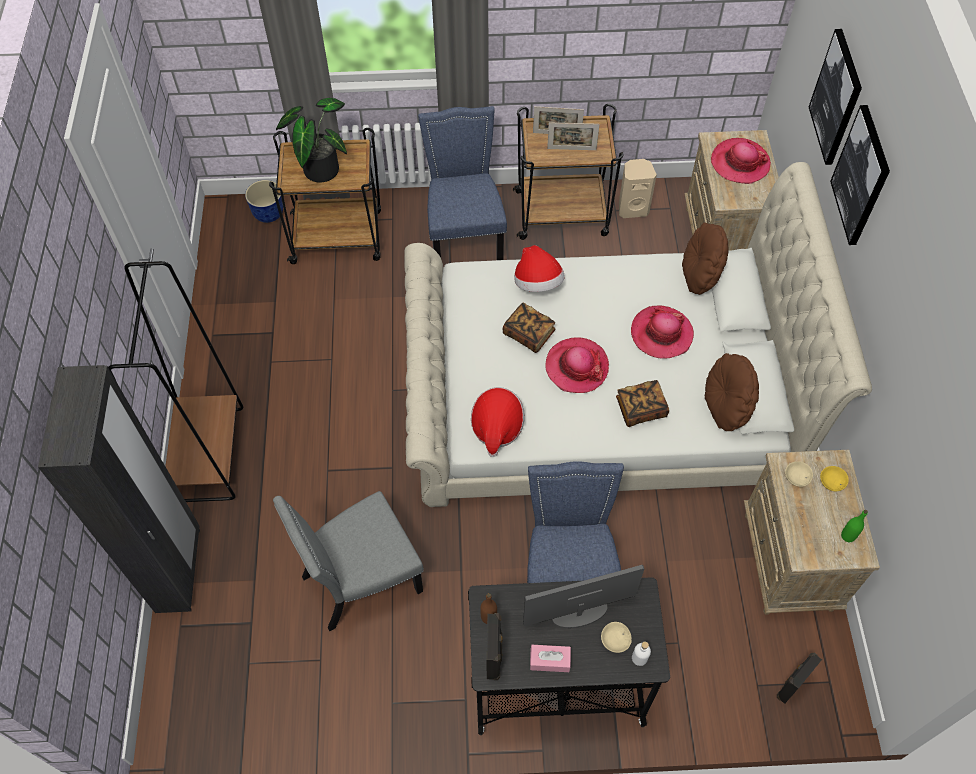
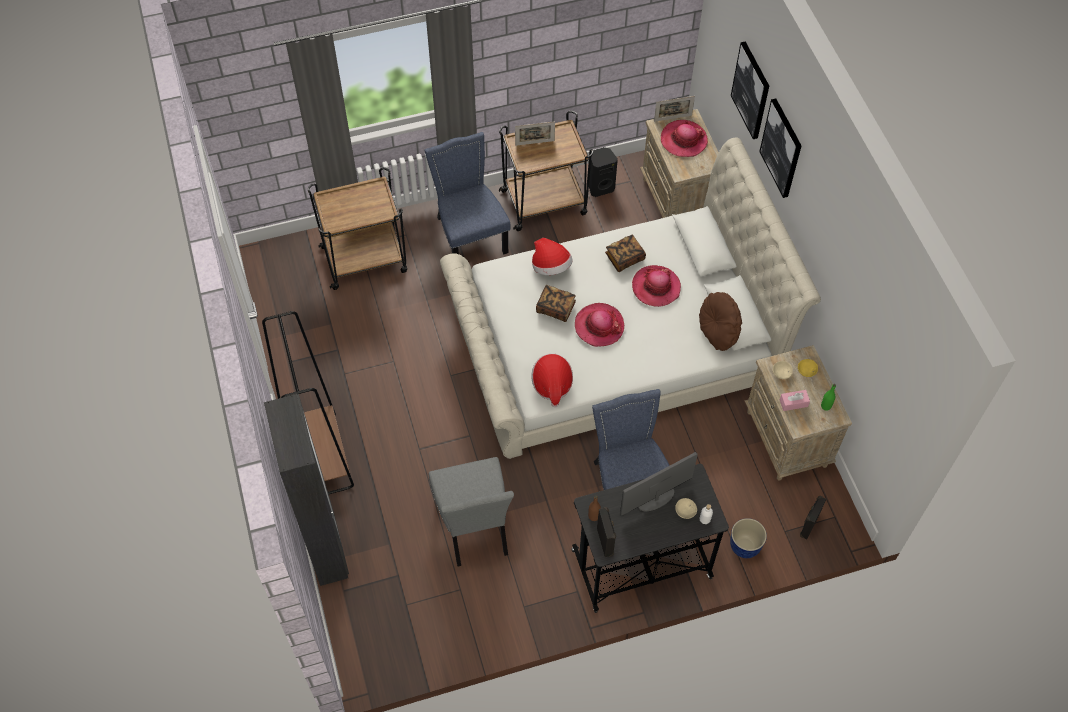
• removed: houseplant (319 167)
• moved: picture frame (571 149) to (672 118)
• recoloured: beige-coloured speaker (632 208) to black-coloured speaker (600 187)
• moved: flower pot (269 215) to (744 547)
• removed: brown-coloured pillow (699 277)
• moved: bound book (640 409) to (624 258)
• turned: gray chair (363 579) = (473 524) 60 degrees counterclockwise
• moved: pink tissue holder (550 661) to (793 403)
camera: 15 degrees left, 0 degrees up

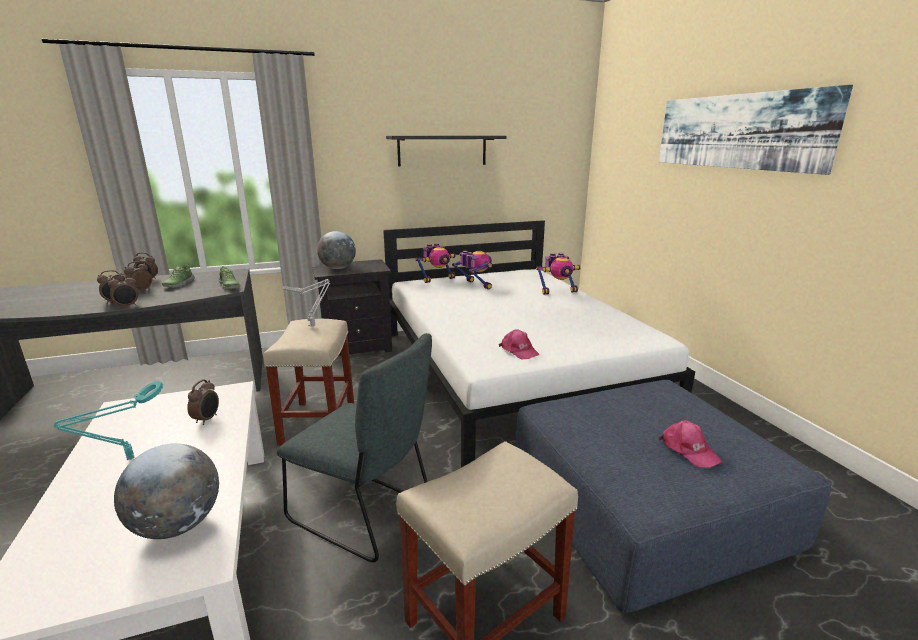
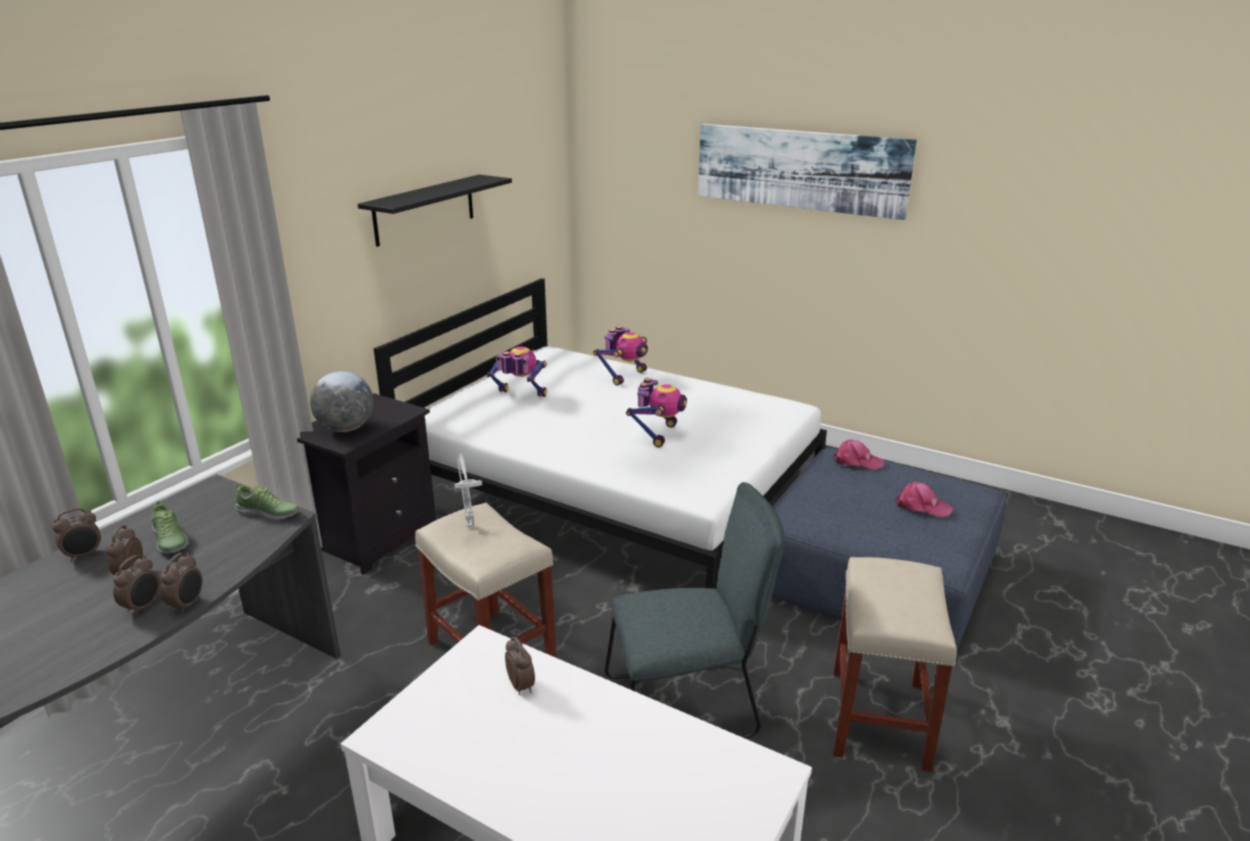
• moved: robot figure (437 279) to (657 434)
• moved: pink baseball cap (519 350) to (857 461)
• removed: turquoise lamp for a table (127 459)
• removed: world globe (178 525)
camera: 40 degrees left, 5 degrees up

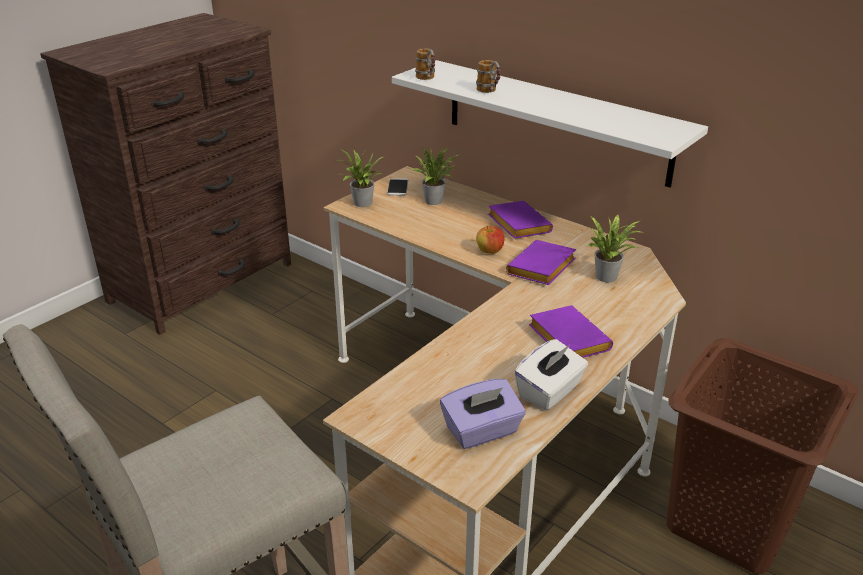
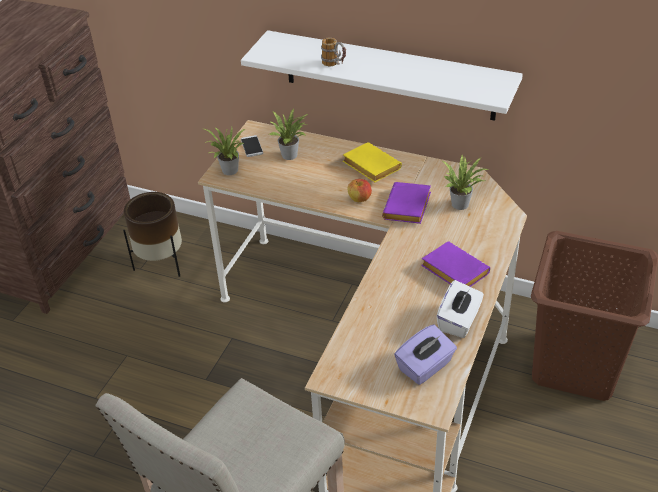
• removed: mug (427 79)
• recoloured: purple-coloured bound book (516 224) to yellow bound book (369 166)
• added: brown-coloured flower pot (161 263)
camera: 15 degrees left, 10 degrees up

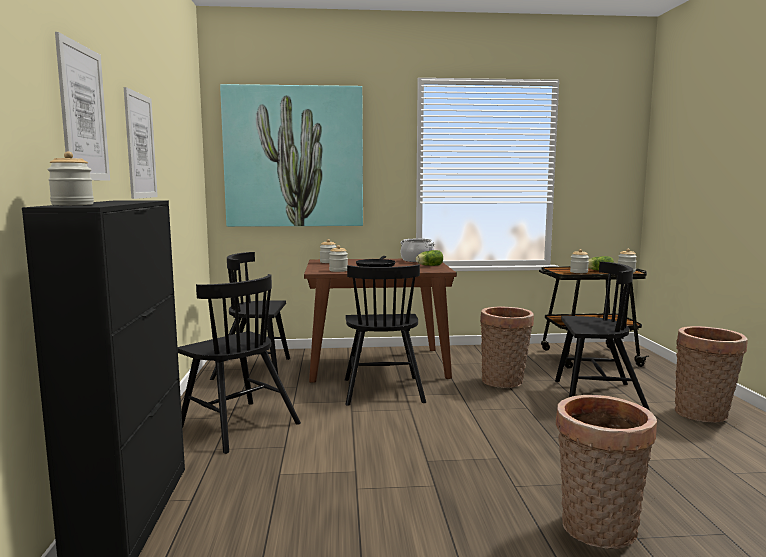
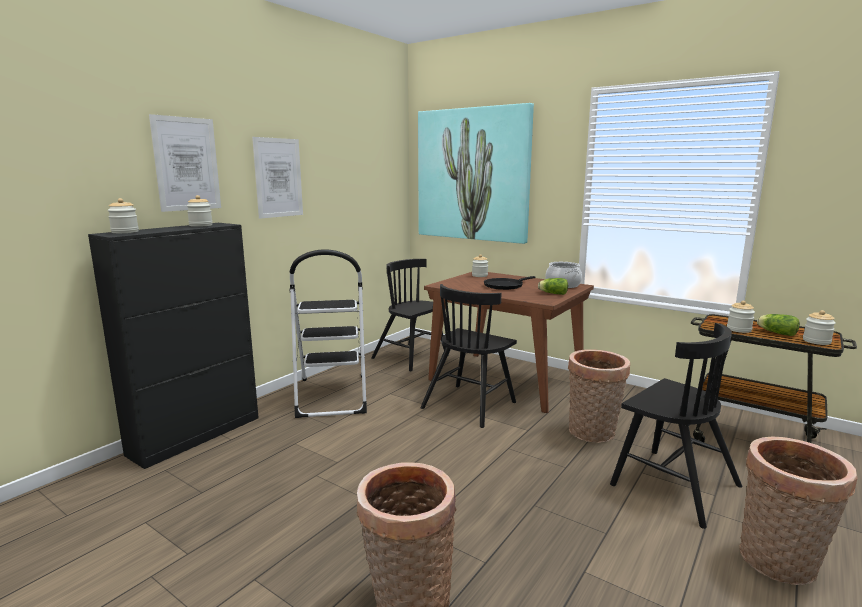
• moved: jar (338 270) to (200 225)
• replaced: black-coloured chair (235 423) to stepladder (331 397)
camera: 40 degrees right, 5 degrees up

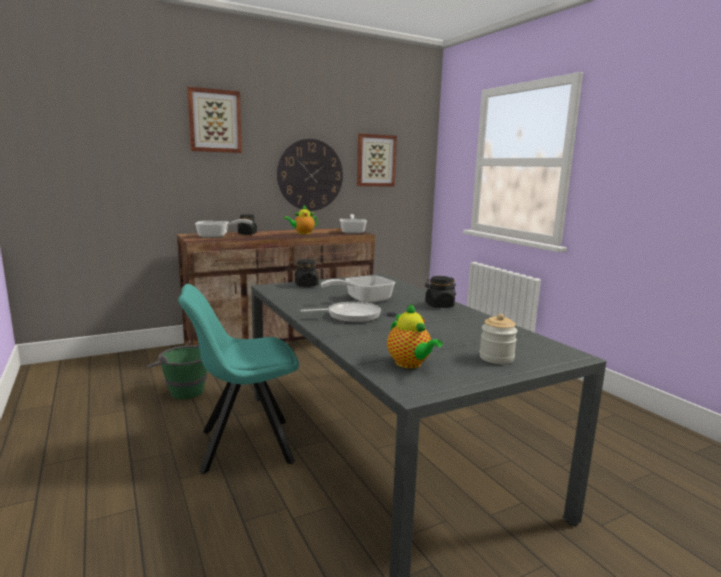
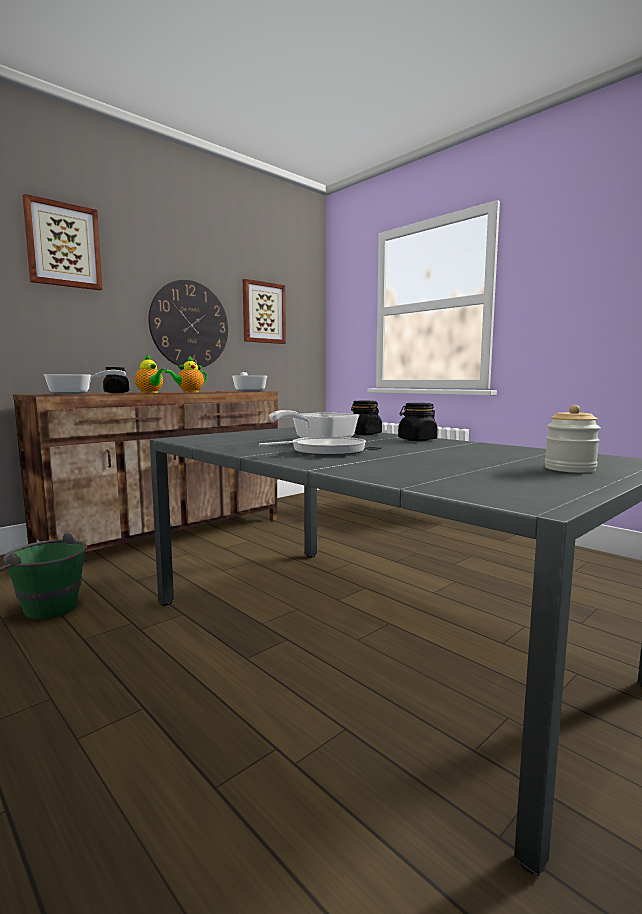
• moved: black-coloured jar (306 285) to (364 434)
• removed: turquoise chair (245 446)
• moved: tea pot (410 364) to (150 392)
camera: 15 degrees left, 5 degrees down

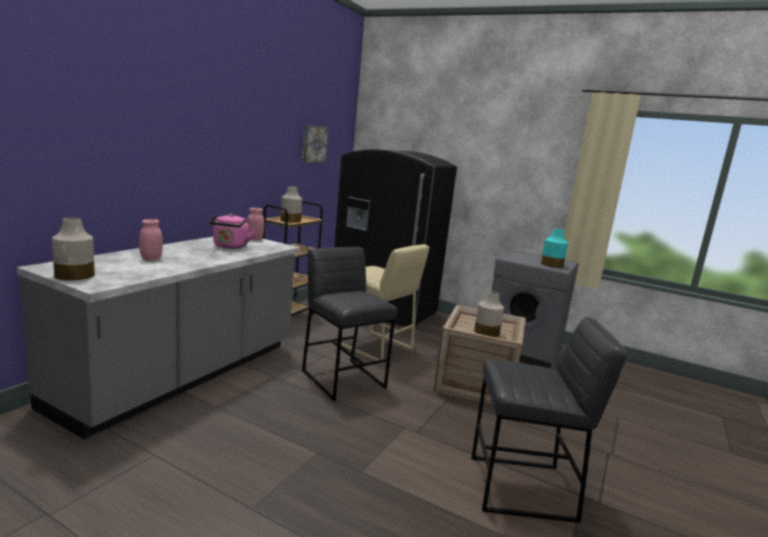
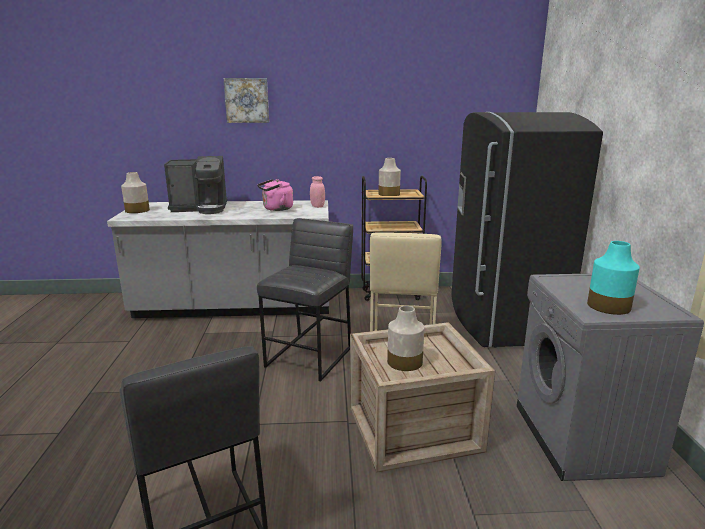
• moved: picture (313 144) to (247 100)
• replaced: pink jar (151 259) to coffee maker (200 208)
camera: 60 degrees right, 5 degrees up

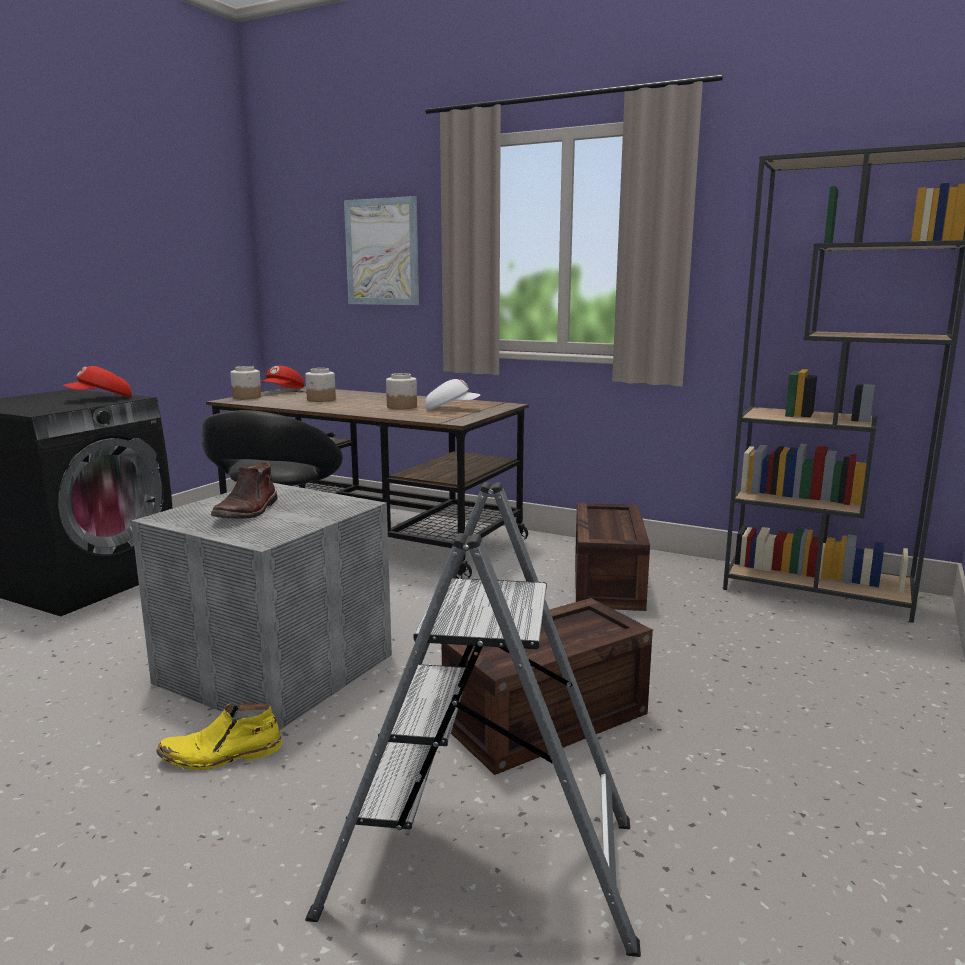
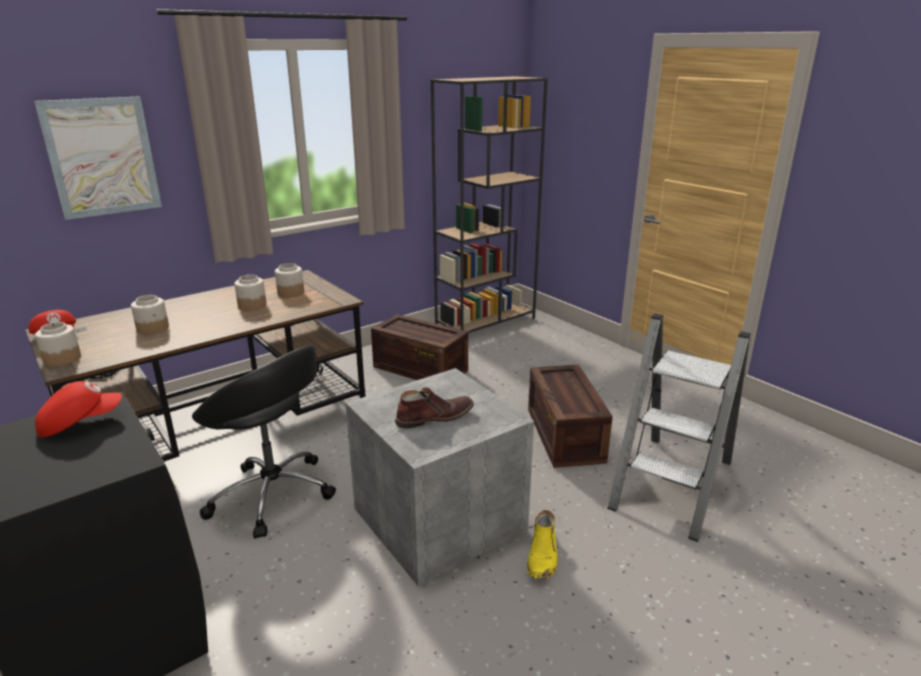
• turned: red-coloured baseball cap (101 399) = (80 423) 105 degrees counterclockwise
• replaced: white baseball cap (451 409) to jar (290 293)
• turned: brown-coloured high-top boot (248 511) = (434 417) 60 degrees counterclockwise
camera: 65 degrees left, 10 degrees up

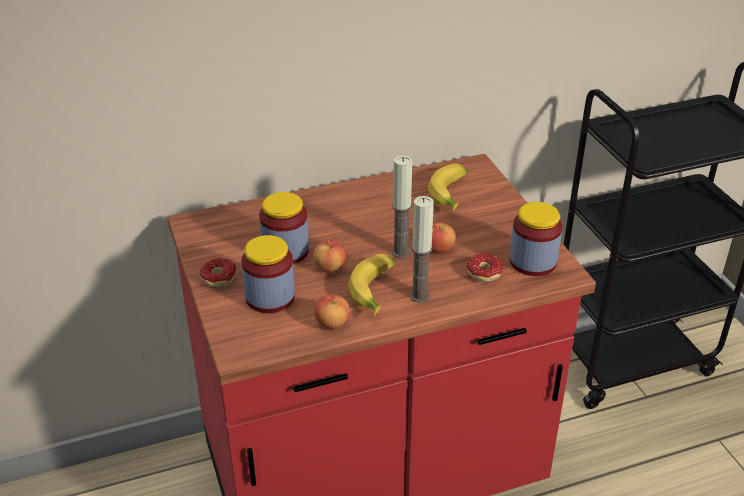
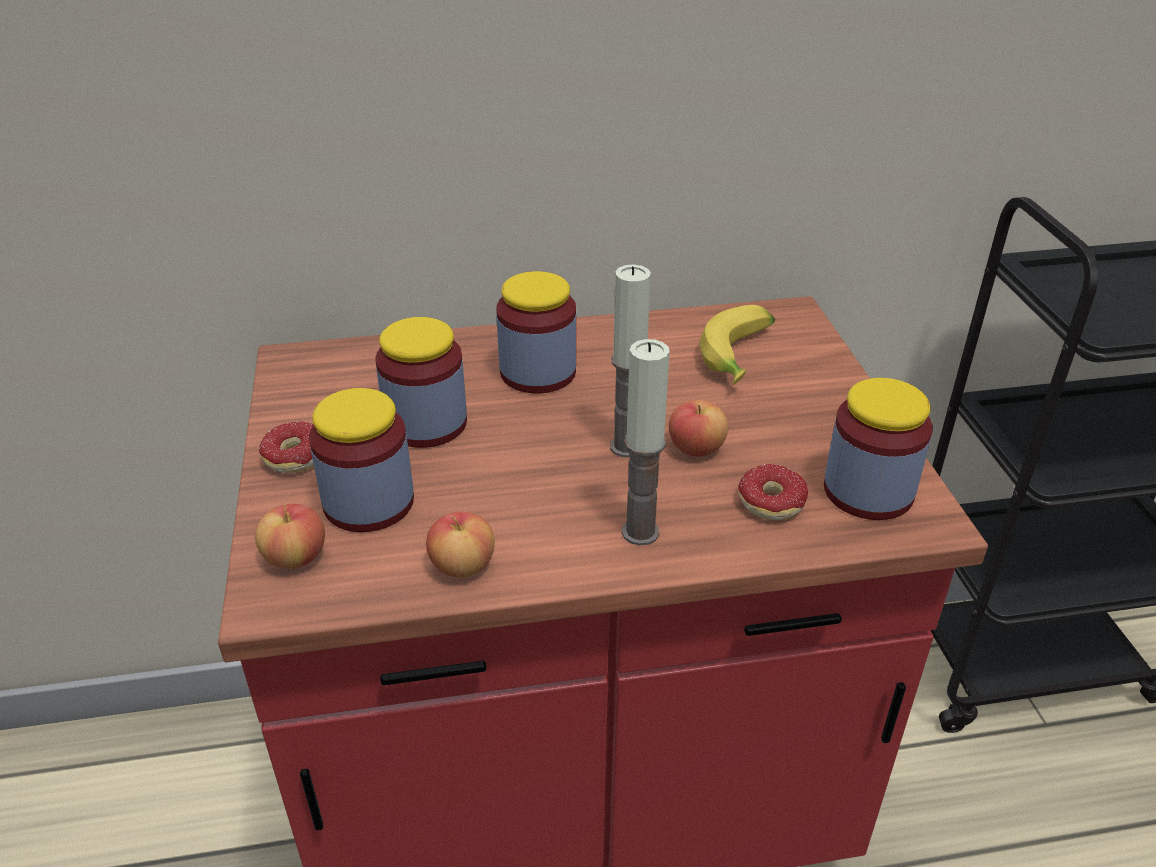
• moved: whole apple (330 267) to (295 557)
• removed: banana fruit (377 292)
• added: jar (538 372)
camera: 10 degrees right, 0 degrees up

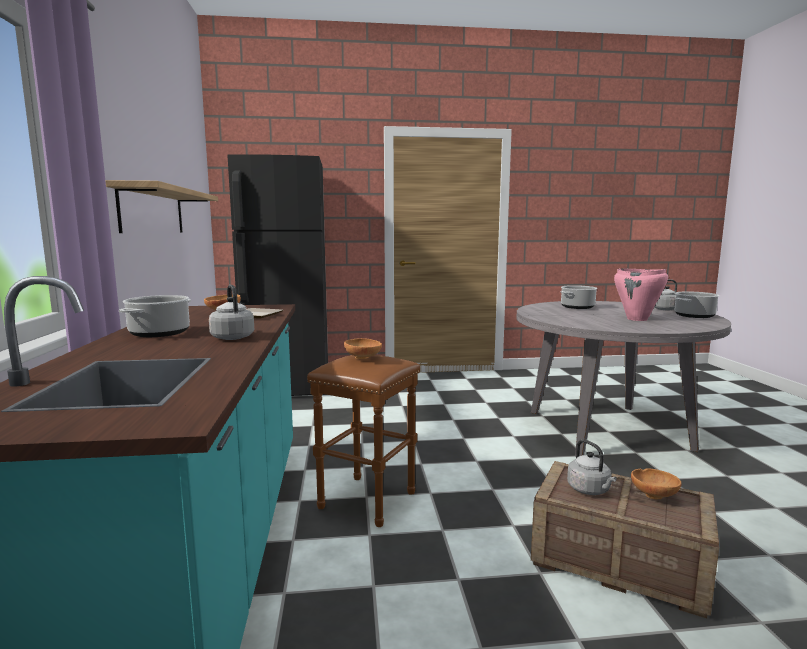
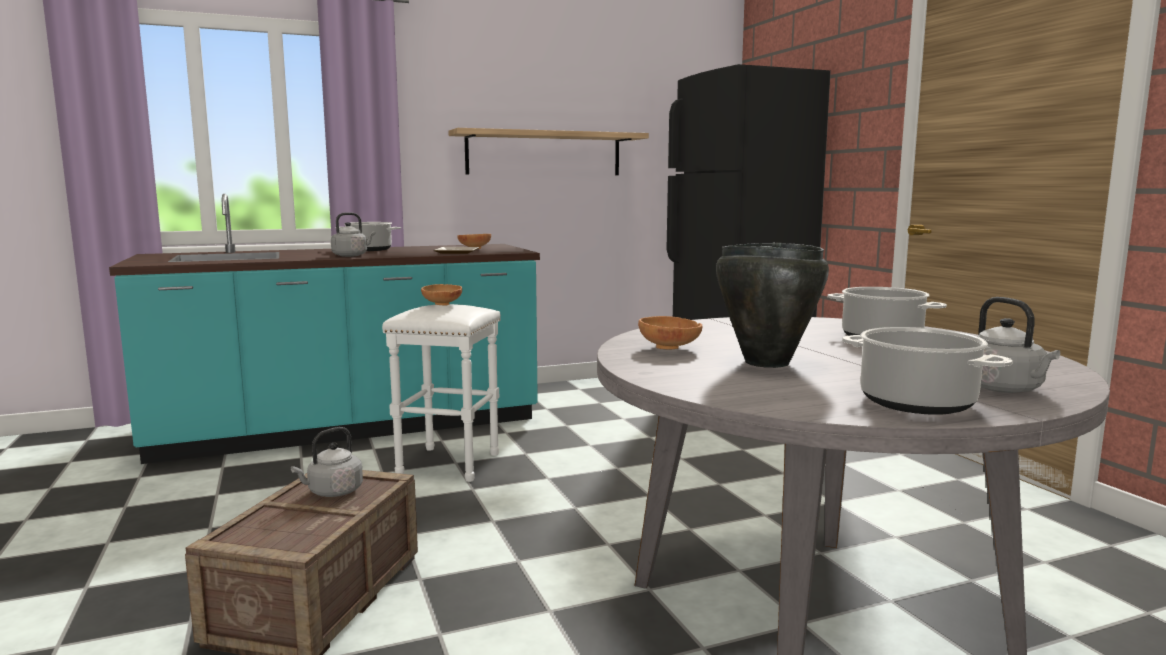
• recoloured: pink cooking pot (637 319) to black-coloured cooking pot (766 362)
• recoloured: brown-coloured stool (366 498) to white stool (451 463)
• moved: brown-coloured bowl (654 495) to (670 349)
camera: 75 degrees right, 0 degrees up

